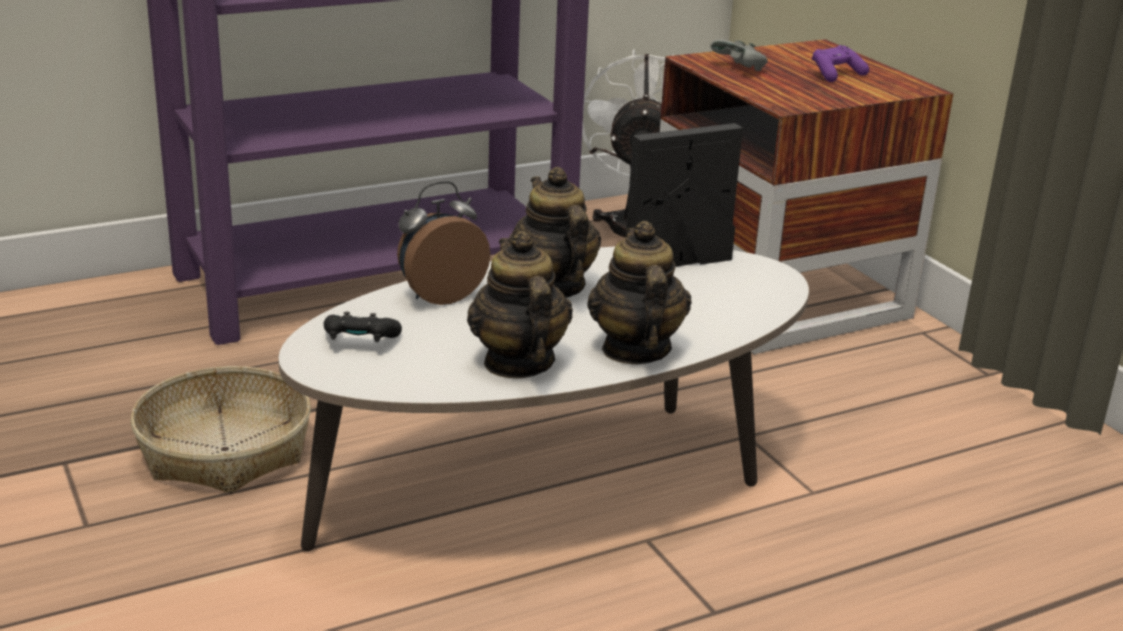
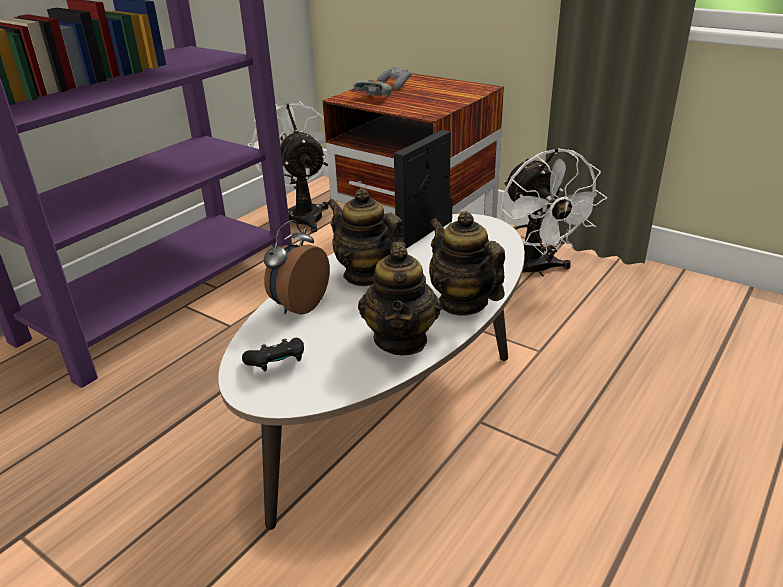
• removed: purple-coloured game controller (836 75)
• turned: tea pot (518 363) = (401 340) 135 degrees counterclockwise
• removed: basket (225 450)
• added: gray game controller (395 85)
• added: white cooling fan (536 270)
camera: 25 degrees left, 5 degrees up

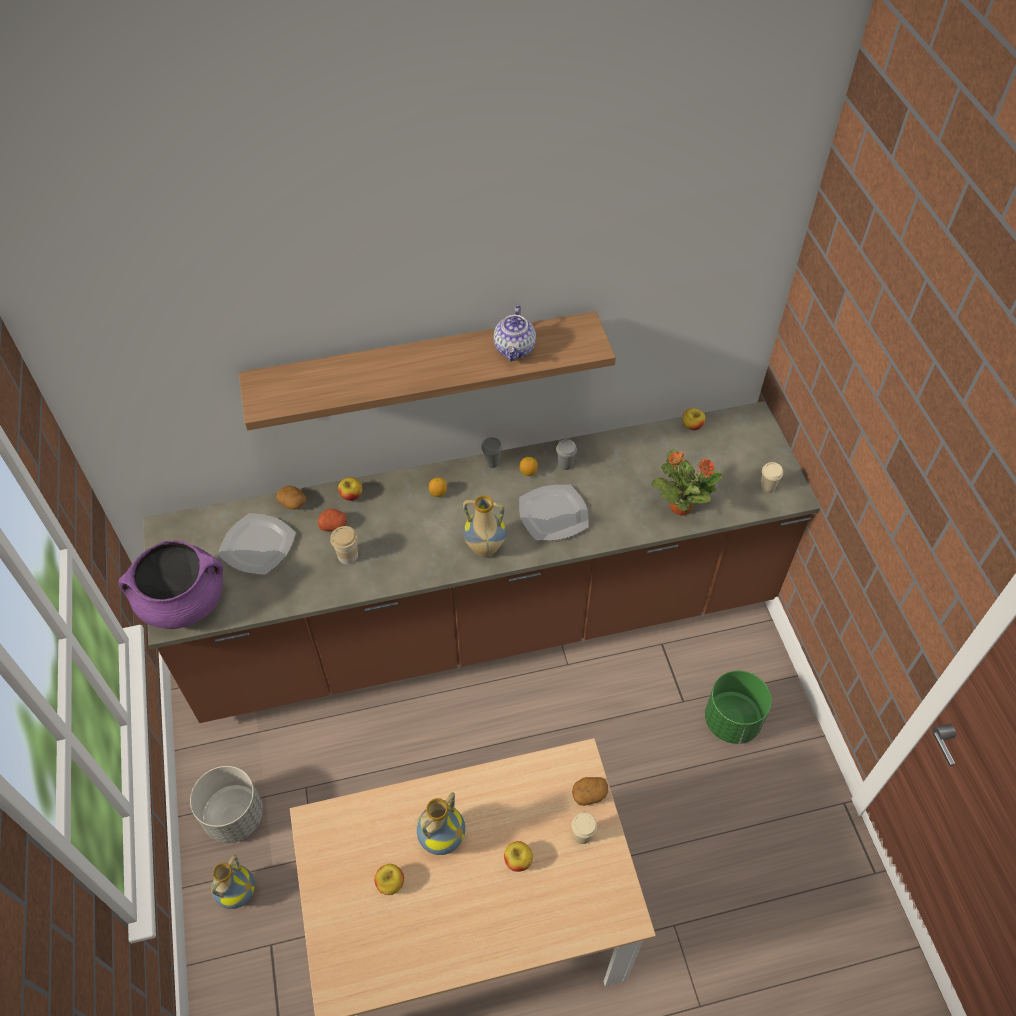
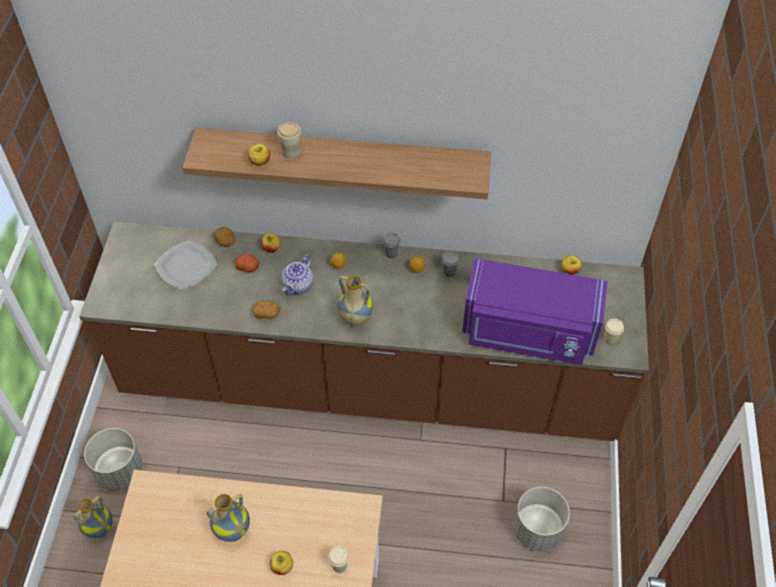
• moved: tea pot (515 349) to (298 286)
• replaced: houseplant (680 506) to purple-coloured microwave oven (528 333)
• removed: flat dish (552 514)
• moved: small cup (348 555) to (291 151)
• removed: purple-coloured cooking pot (184 601)
• recoloured: green-coloured flower pot (732 720) to gray flower pot (538 530)
• moved: spud (589 794) to (267 313)
• moved: whole apple (390 883) to (259 161)
camera: 20 degrees right, 0 degrees up

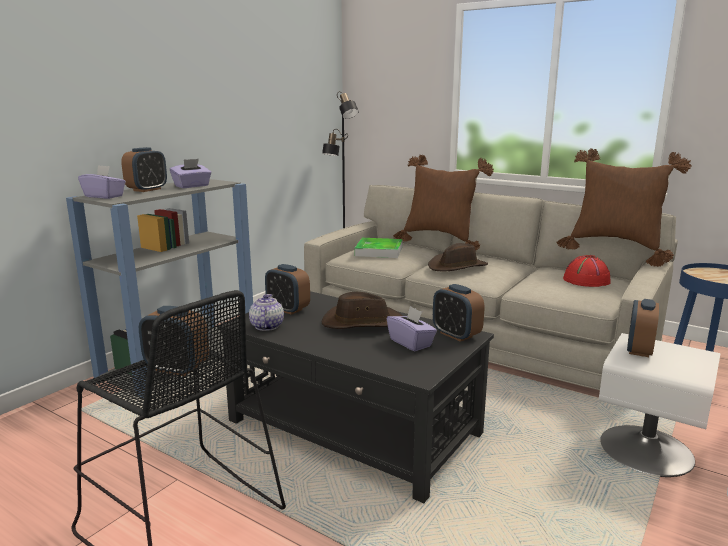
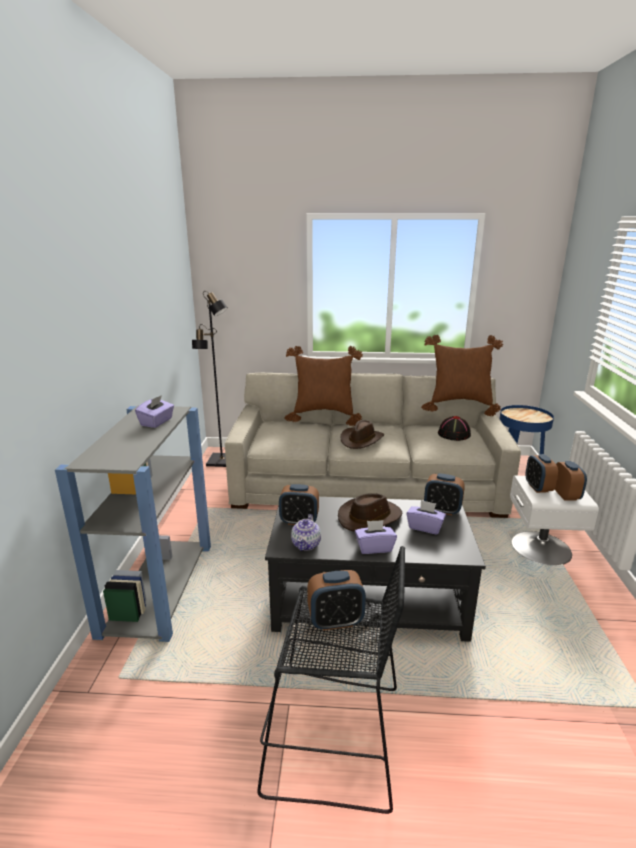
• moved: alarm clock (147 190) to (566 495)
• moved: purple-coloured tissue holder (104 196) to (374 547)
• removed: serving tray (379 251)
• recoloured: red-coloured wearable hat (586 280) to black-coloured wearable hat (453 434)
• turned: tea pot (266 326) = (306 545) 135 degrees counterclockwise
camera: 30 degrees left, 5 degrees up

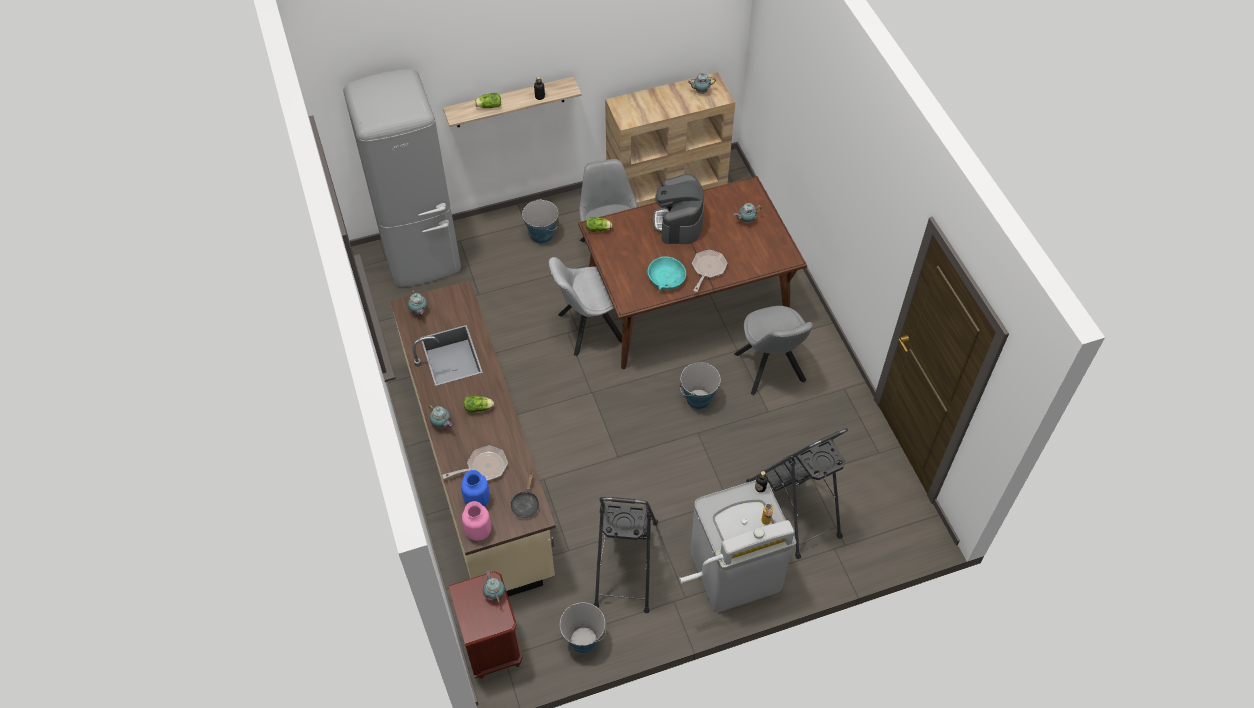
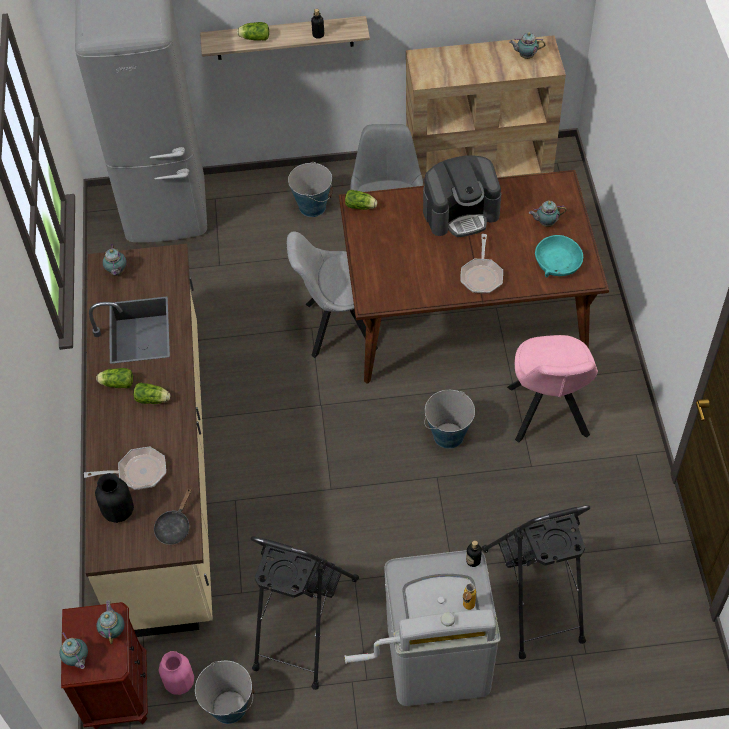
• turned: coffee maker (678 222) = (461 212) 120 degrees counterclockwise
• turned: frying pan (708 269) = (481 275) 150 degrees clockwise
• moved: turquoise bowl (666 278) to (558 262)
• recoloured: gray chair (770 369) to pink chair (548 413)
• moved: tea pot (442 425) to (77 660)
• recoloured: blue decorative vase (477 500) to black-coloured decorative vase (118 511)
• moved: pink decorative vase (478 531) to (179 682)
• added: lettuce (116 383)
camera: 15 degrees right, 0 degrees up

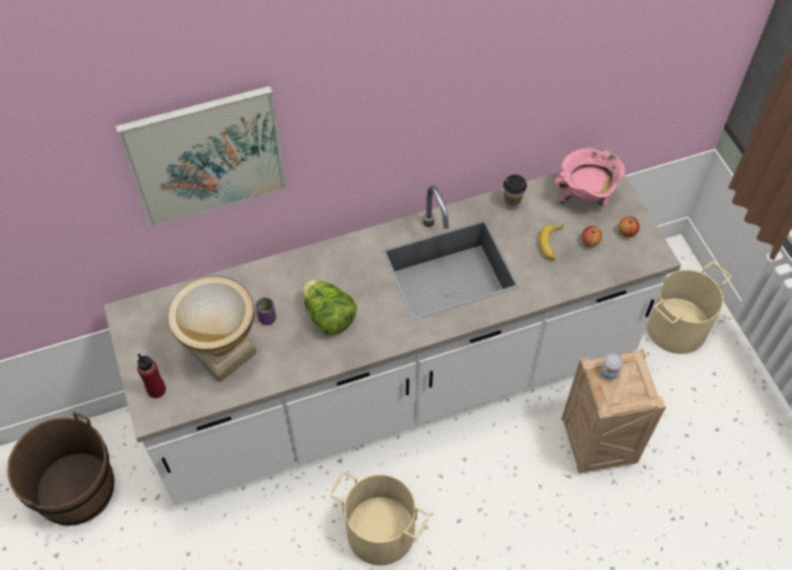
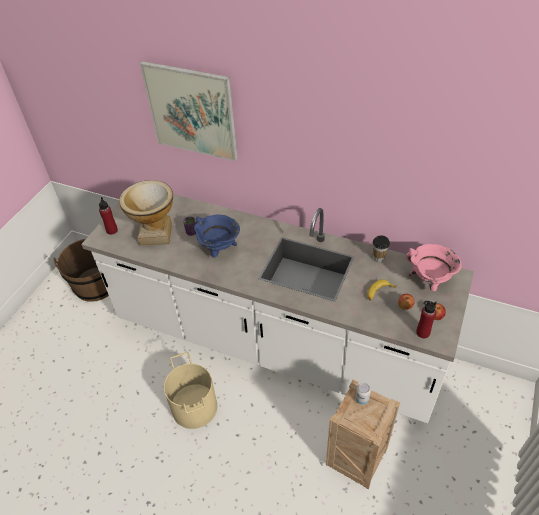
• removed: beige-coloured bucket (677 328)
• replaced: lettuce (328 317) to blue cooking pot (219 250)
• added: red-coloured drink bottle (422 332)
camera: 45 degrees right, 10 degrees down

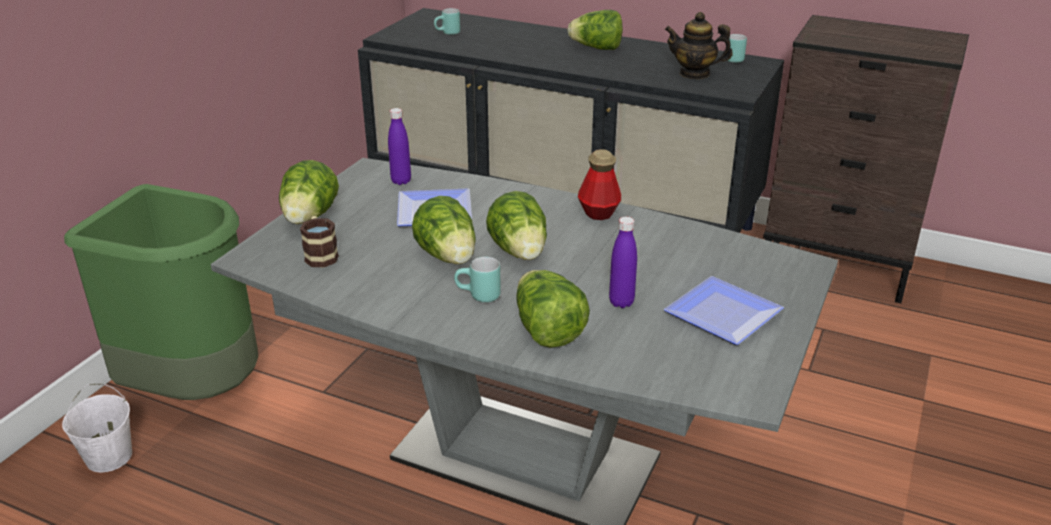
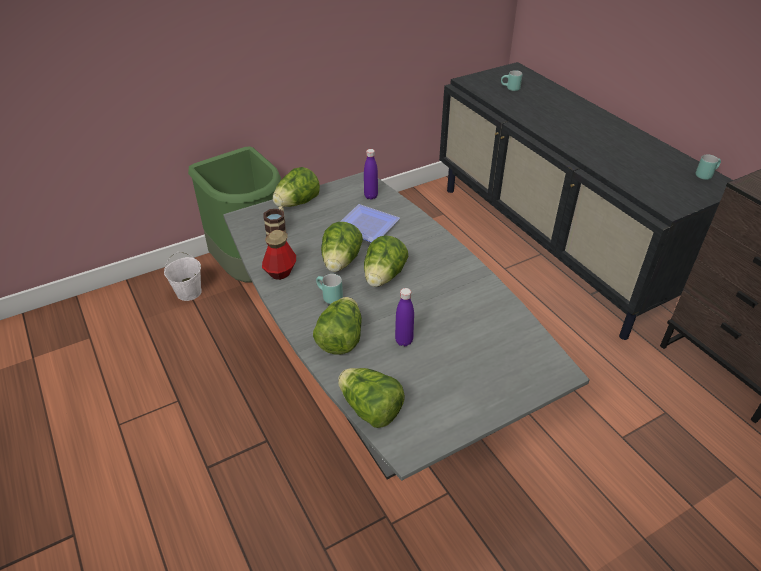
• moved: lettuce (596 48) to (370 409)
• removed: tea pot (694 73)
• moved: drink bottle (598 212) to (280 272)
• removed: flat dish (722 311)
camera: 35 degrees right, 10 degrees up

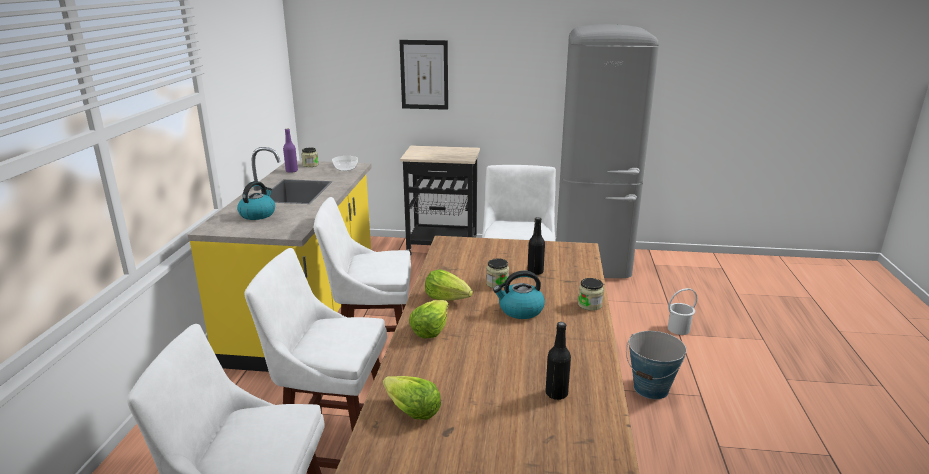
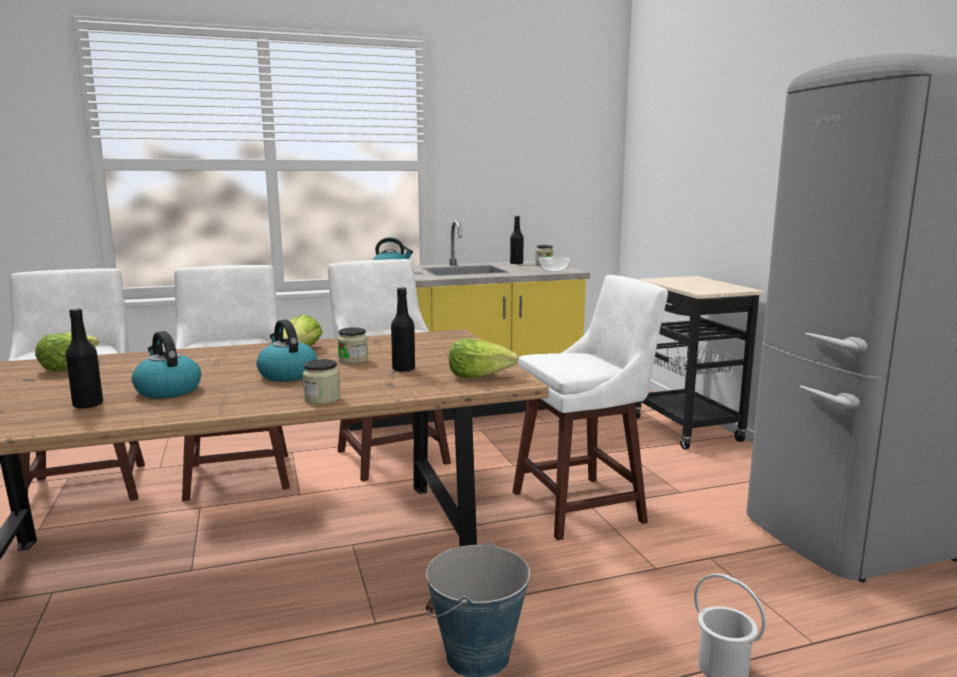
• removed: picture (424 75)
• recoloured: purple-coloured drink bottle (291 171) to black-coloured drink bottle (516 263)
• moved: lettuce (430 329) to (479 376)
• added: kettle (167 390)
camera: 65 degrees right, 10 degrees down

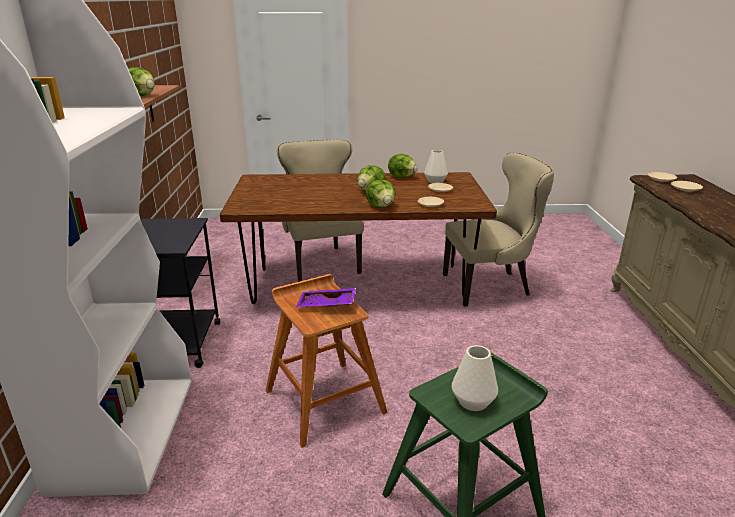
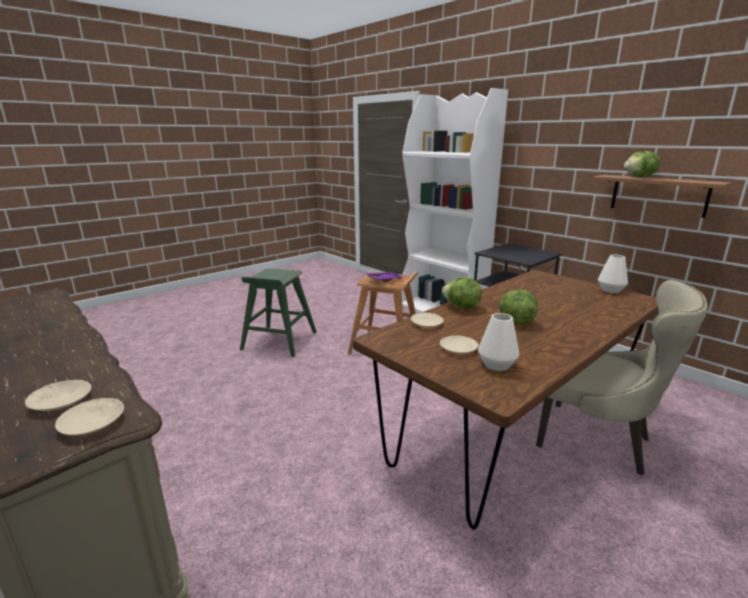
• removed: beige-coloured chair (489 286)
• removed: lettuce (402 177)
• moved: white decorative vase (473 401) to (610 290)
camera: 140 degrees right, 5 degrees down

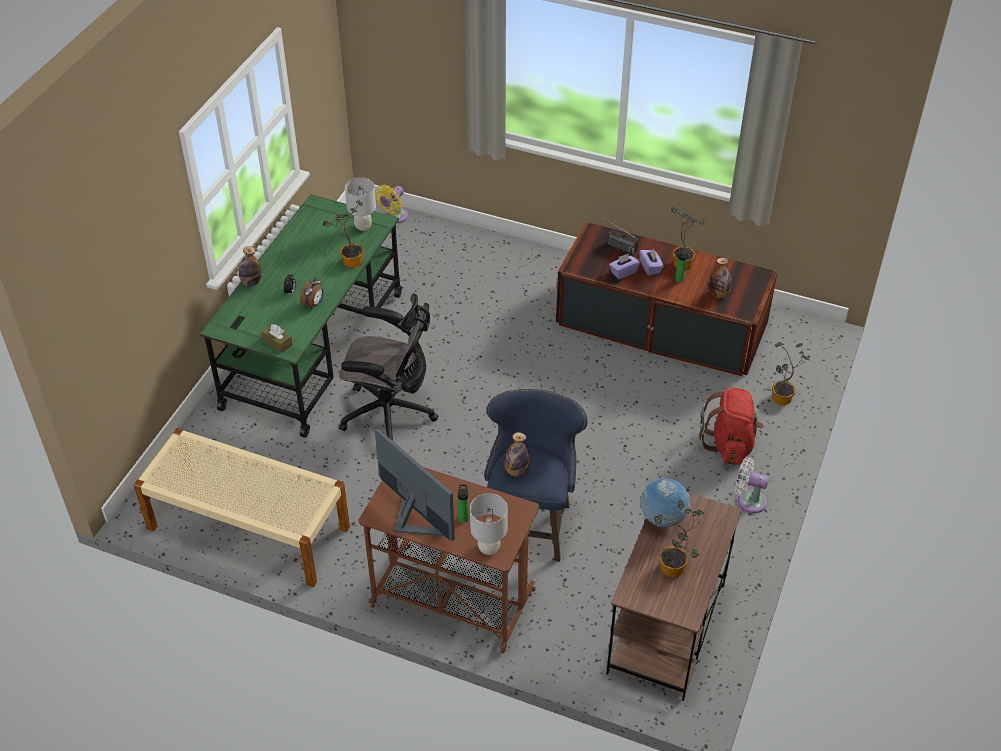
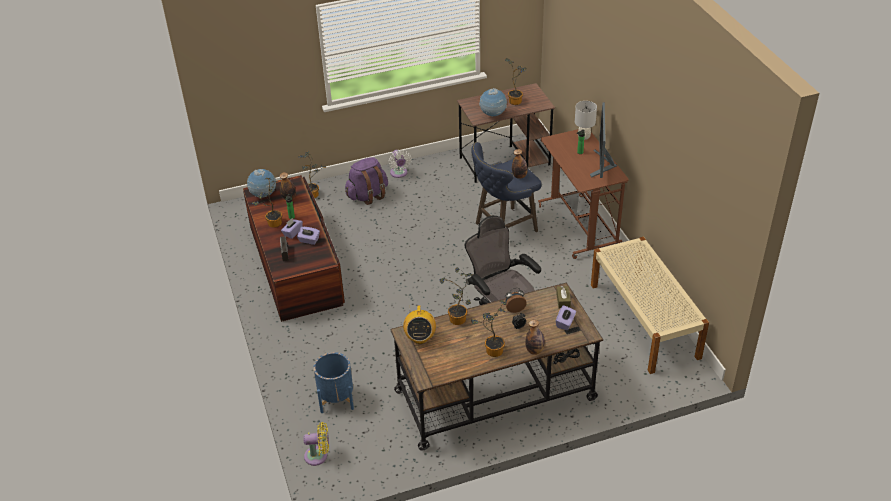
• replaced: gray lamp for a table (363 227) to radio (420 338)
• recoloured: green-coloured desk (313 350) to brown-coloured desk (495 395)
• recoloured: red-coloured backpack (729 444) to purple-coloured backpack (368 195)
• added: world globe (263 195)
• added: houseplant (492 350)
• added: purple-coloured tissue holder (565 323)
• added: blue flower pot (336 399)
camera: 130 degrees left, 5 degrees down

